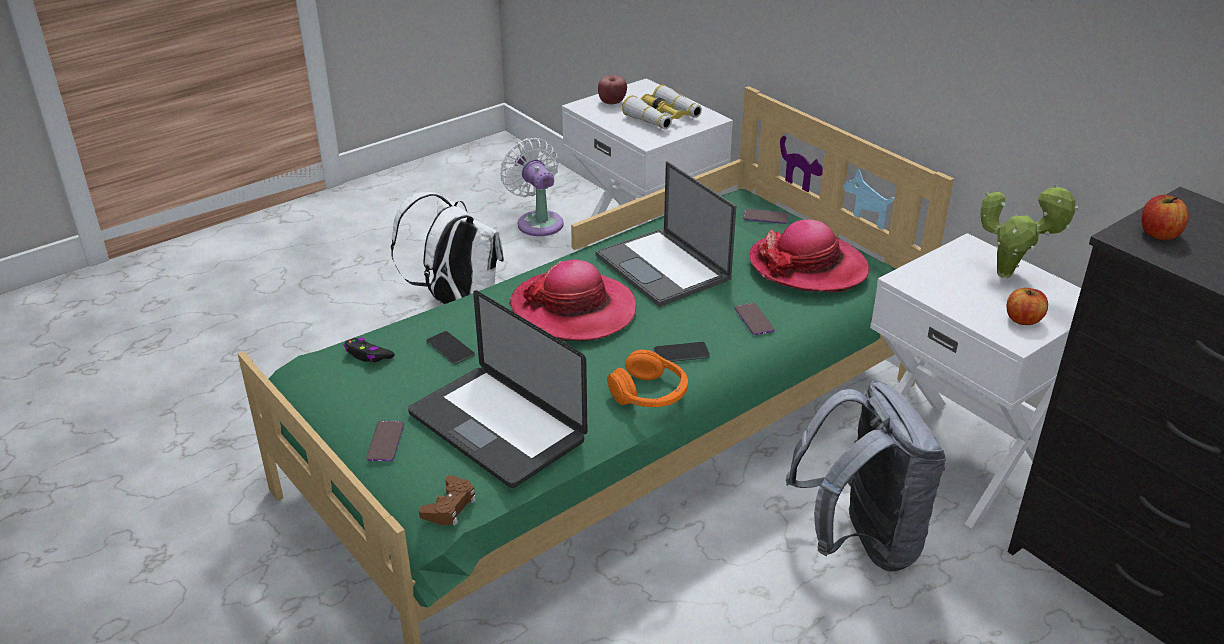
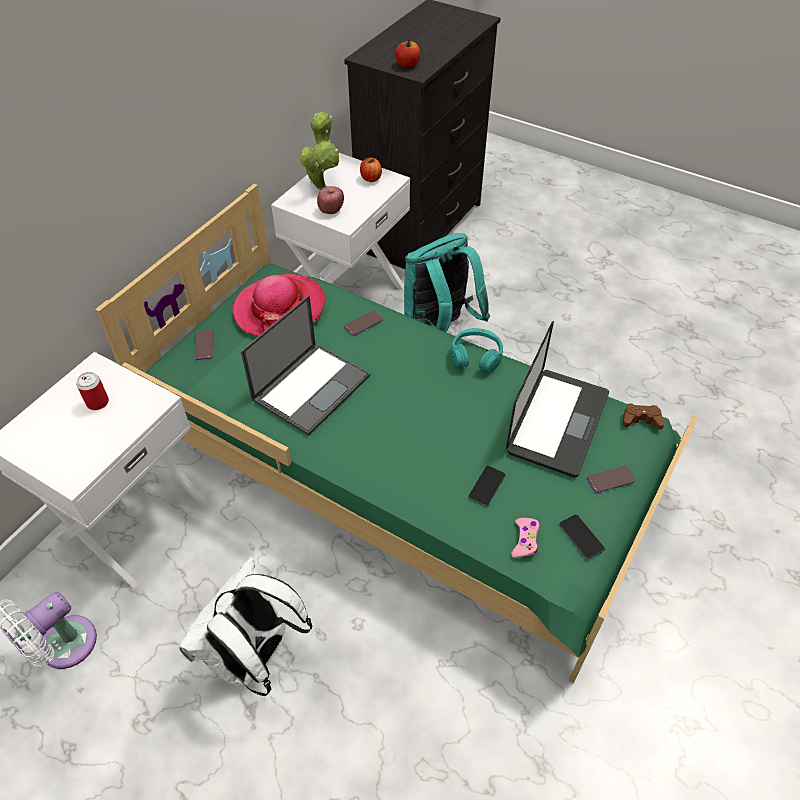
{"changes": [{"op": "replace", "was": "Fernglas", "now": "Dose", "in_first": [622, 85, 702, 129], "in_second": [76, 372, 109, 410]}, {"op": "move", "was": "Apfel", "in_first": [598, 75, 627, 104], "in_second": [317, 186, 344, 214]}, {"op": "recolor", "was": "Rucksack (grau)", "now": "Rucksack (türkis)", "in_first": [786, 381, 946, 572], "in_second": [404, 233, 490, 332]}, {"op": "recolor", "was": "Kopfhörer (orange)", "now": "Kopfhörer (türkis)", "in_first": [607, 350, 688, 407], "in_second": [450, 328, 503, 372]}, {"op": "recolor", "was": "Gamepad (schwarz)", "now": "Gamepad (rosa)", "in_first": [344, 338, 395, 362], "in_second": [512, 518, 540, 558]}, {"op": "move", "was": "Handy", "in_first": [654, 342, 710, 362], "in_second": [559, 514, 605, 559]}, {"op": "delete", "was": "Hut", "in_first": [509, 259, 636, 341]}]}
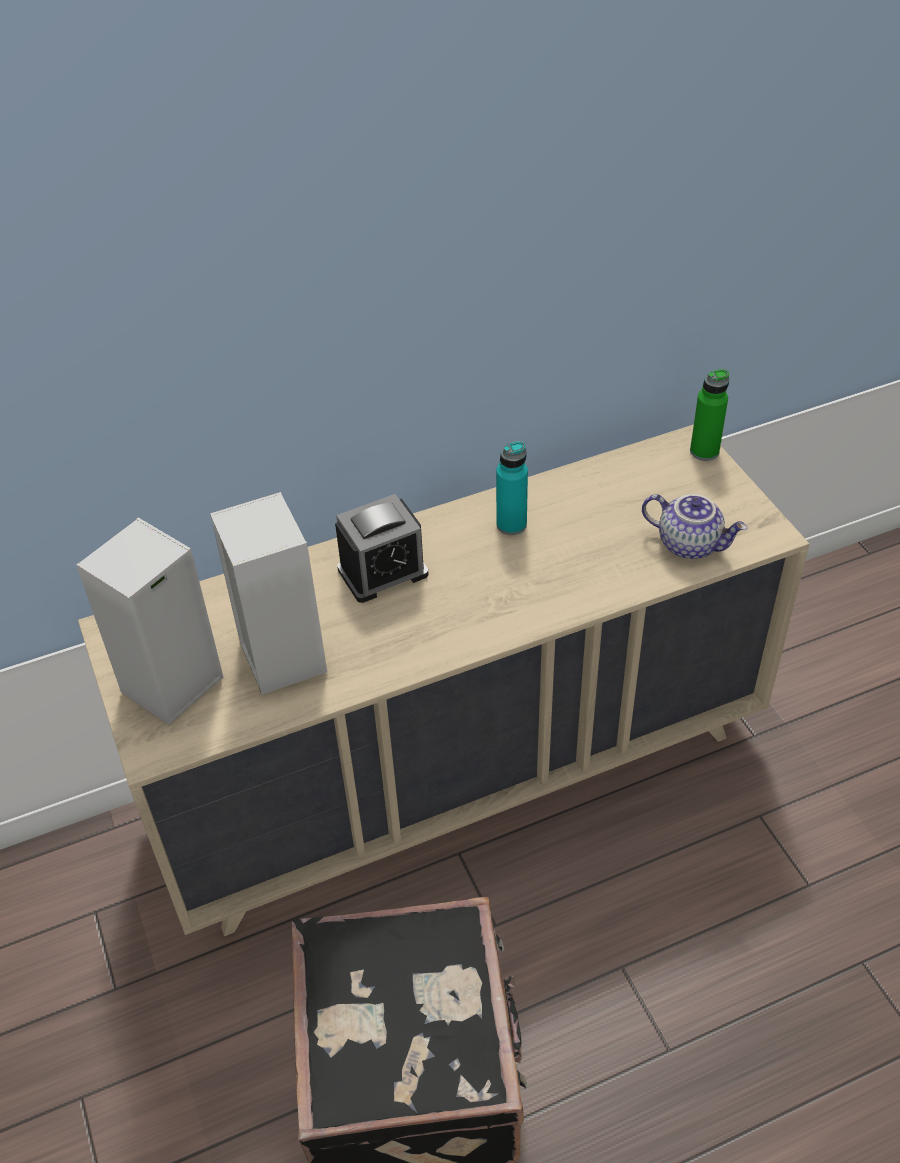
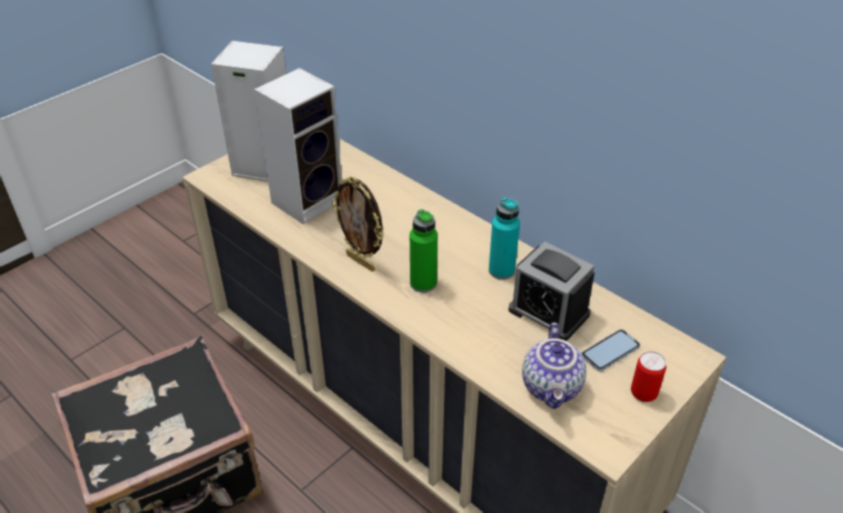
{"changes": [{"op": "insert", "now": "Bilderrahmen", "in_second": [332, 176, 384, 272]}, {"op": "move", "was": "Flasche (grün)", "in_first": [690, 369, 729, 461], "in_second": [410, 209, 438, 293]}, {"op": "move", "was": "Wecker", "in_first": [335, 494, 428, 603], "in_second": [508, 242, 595, 341]}, {"op": "insert", "now": "Handy", "in_second": [581, 329, 641, 372]}, {"op": "insert", "now": "Dose", "in_second": [631, 351, 666, 402]}]}
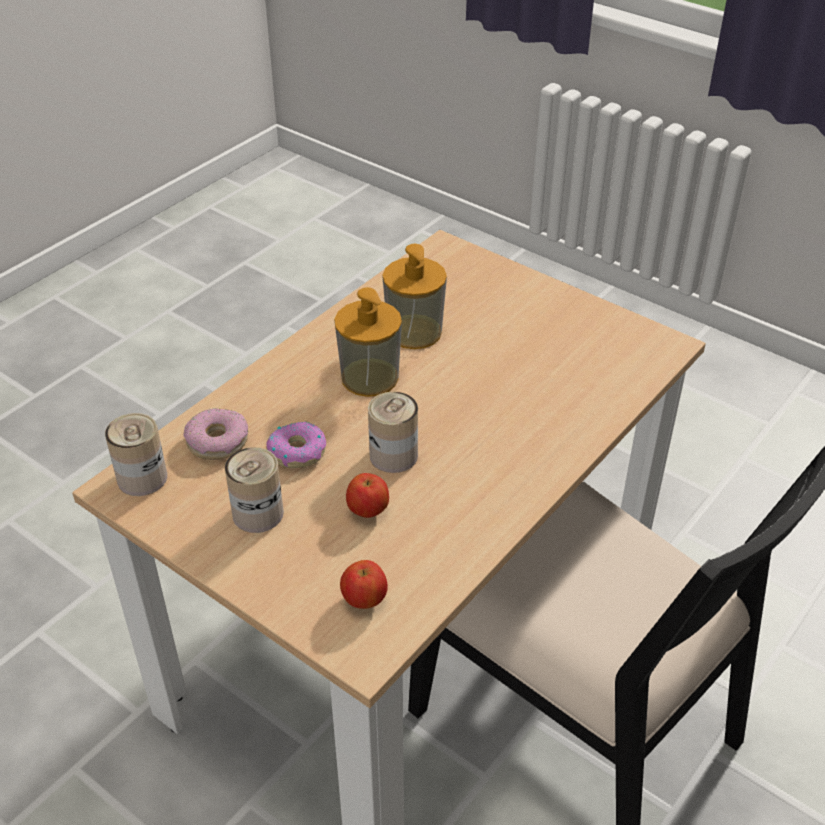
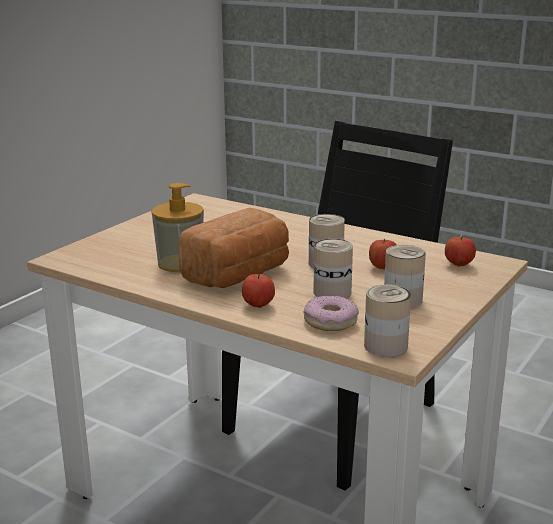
{"changes": [{"op": "replace", "was": "Seifenspender", "now": "Brot", "in_first": [334, 287, 402, 397], "in_second": [178, 208, 289, 288]}, {"op": "insert", "now": "Apfel", "in_second": [242, 274, 275, 308]}, {"op": "replace", "was": "Donut", "now": "Dose", "in_first": [266, 422, 326, 468], "in_second": [314, 239, 353, 298]}]}
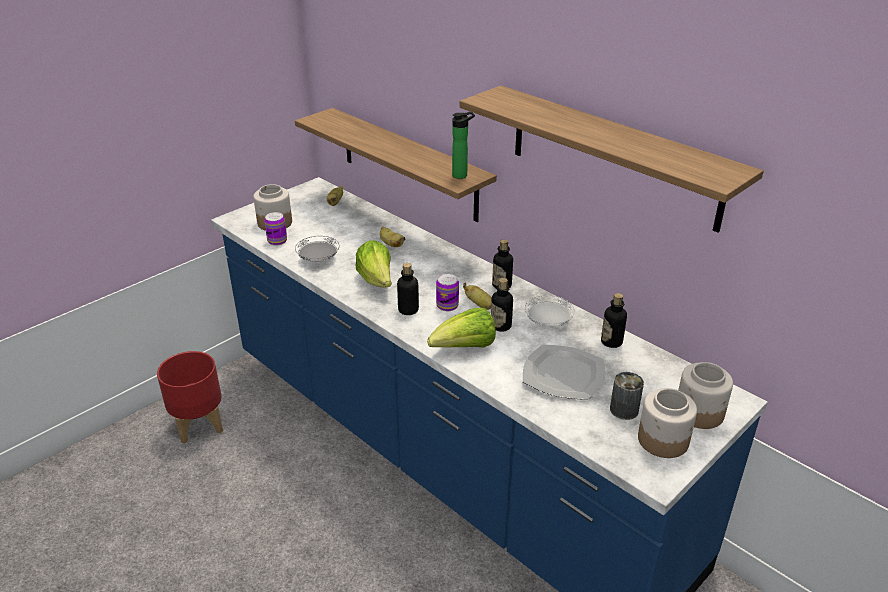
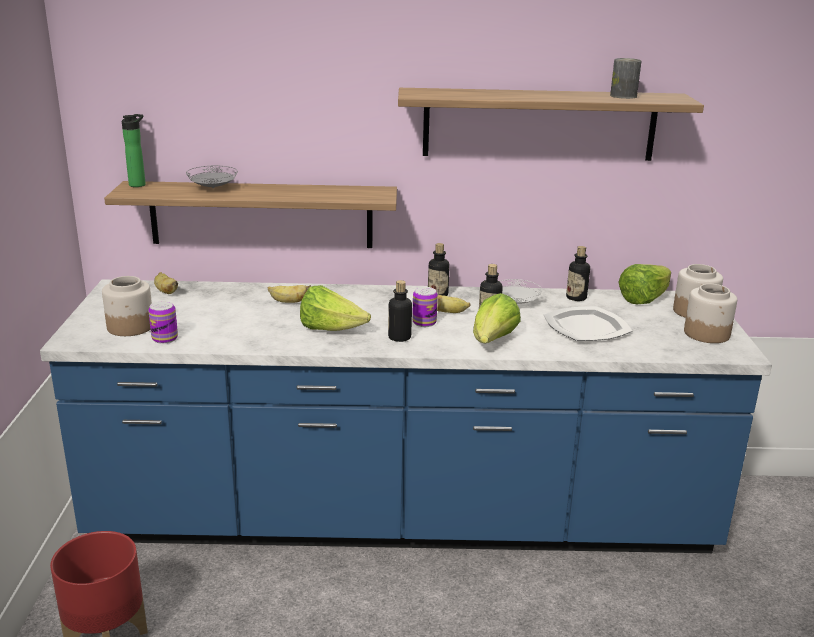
{"changes": [{"op": "move", "was": "Flasche", "in_first": [452, 112, 475, 179], "in_second": [122, 114, 146, 187]}, {"op": "move", "was": "Teller (grau)", "in_first": [295, 236, 339, 262], "in_second": [186, 166, 238, 189]}, {"op": "move", "was": "Dose", "in_first": [610, 372, 644, 420], "in_second": [610, 58, 642, 99]}, {"op": "insert", "now": "Salatkopf", "in_second": [618, 264, 671, 304]}]}
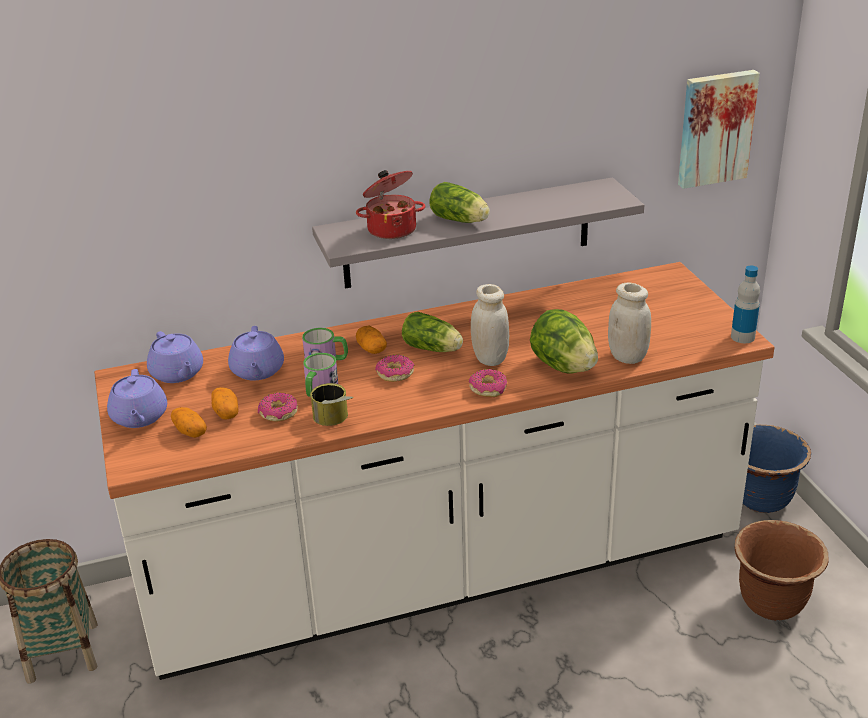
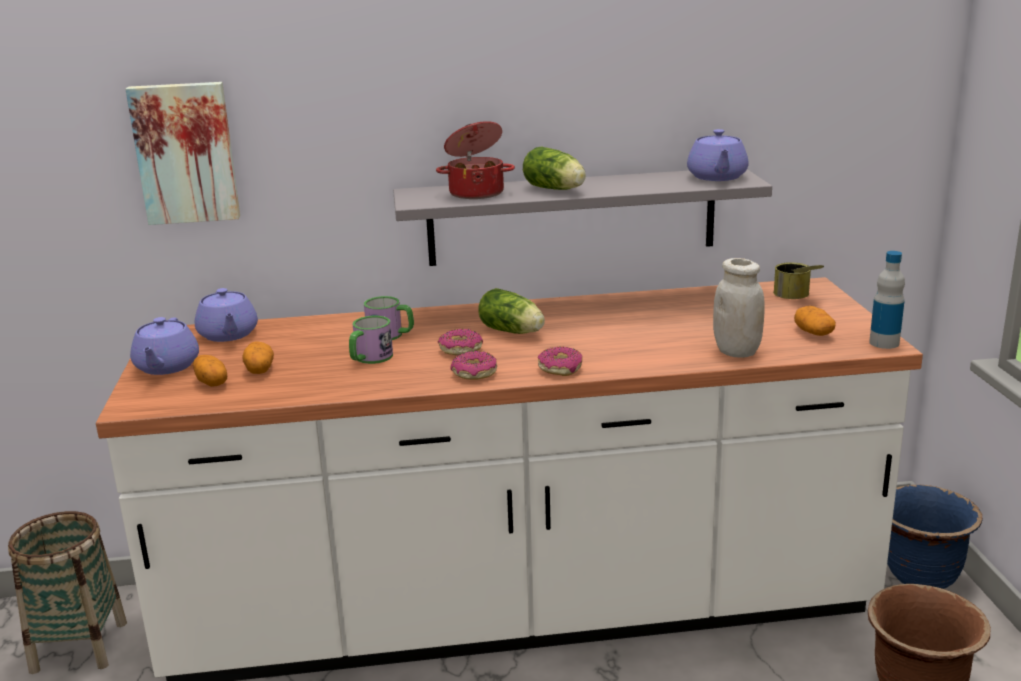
{"changes": [{"op": "move", "was": "Bild", "in_first": [678, 70, 760, 189], "in_second": [126, 82, 240, 225]}, {"op": "move", "was": "Donut", "in_first": [258, 393, 298, 422], "in_second": [451, 351, 497, 380]}, {"op": "move", "was": "Teekanne (lila)", "in_first": [228, 326, 284, 380], "in_second": [687, 129, 749, 181]}, {"op": "move", "was": "Dose", "in_first": [310, 383, 354, 426], "in_second": [773, 262, 824, 299]}, {"op": "move", "was": "Kartoffel", "in_first": [356, 326, 387, 354], "in_second": [794, 306, 836, 336]}, {"op": "delete", "was": "Vorratsglas (weiß)", "in_first": [471, 284, 509, 366]}, {"op": "delete", "was": "Salatkopf", "in_first": [530, 309, 598, 374]}]}
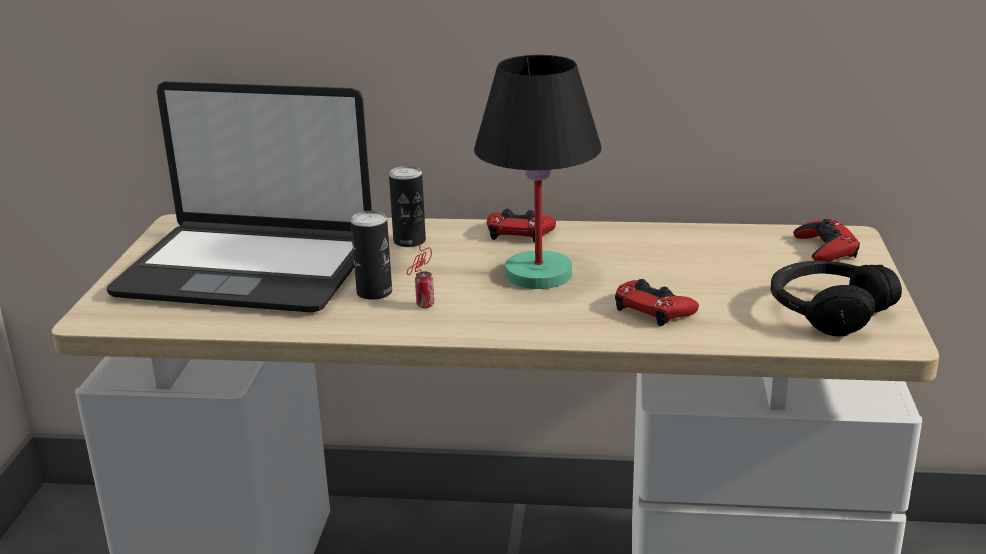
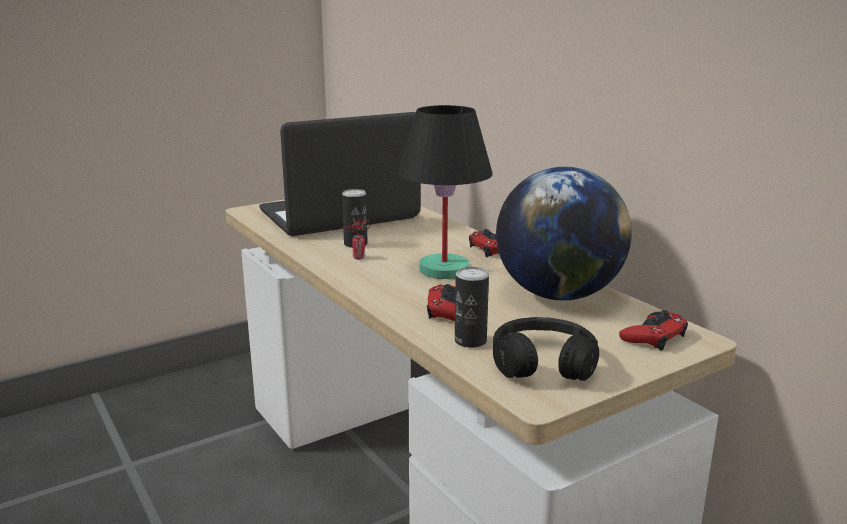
{"changes": [{"op": "rotate", "was": "Laptop", "in_first": [107, 81, 372, 313], "in_second": [259, 112, 421, 236], "clockwise": 90}, {"op": "move", "was": "Dose", "in_first": [389, 166, 426, 247], "in_second": [455, 267, 489, 348]}, {"op": "insert", "now": "Globus", "in_second": [496, 167, 632, 301]}]}
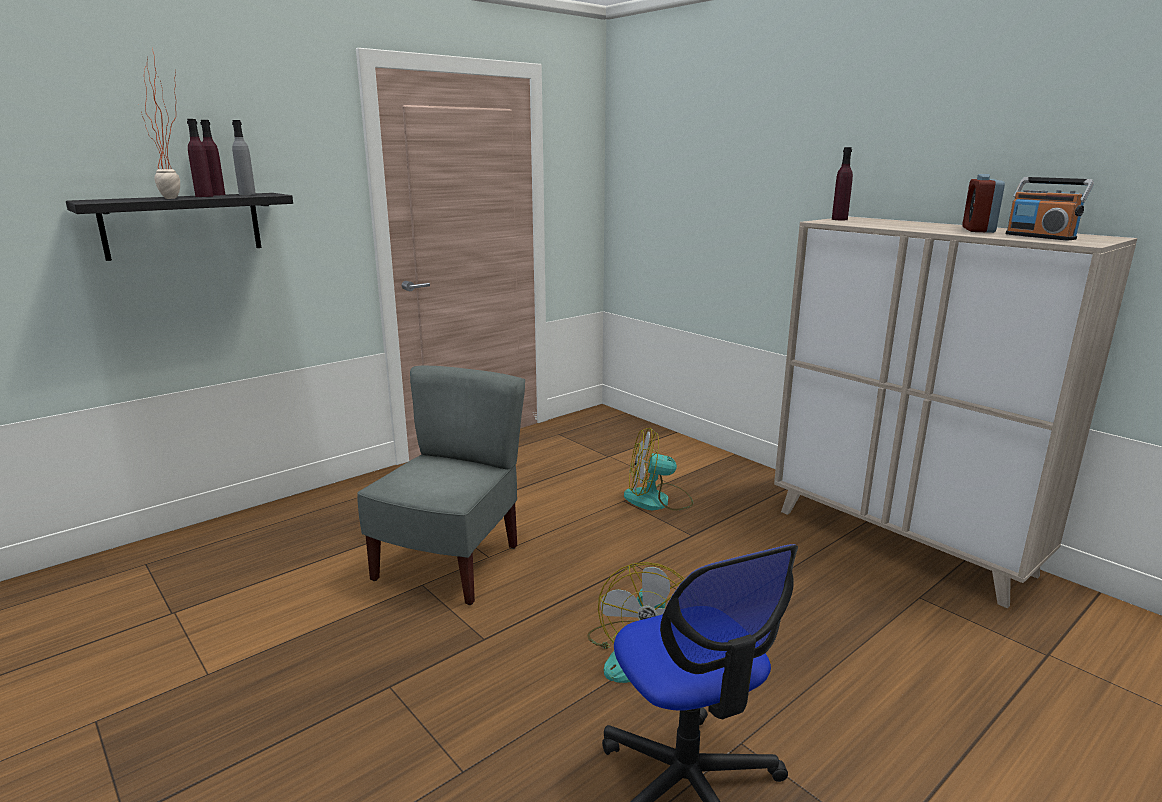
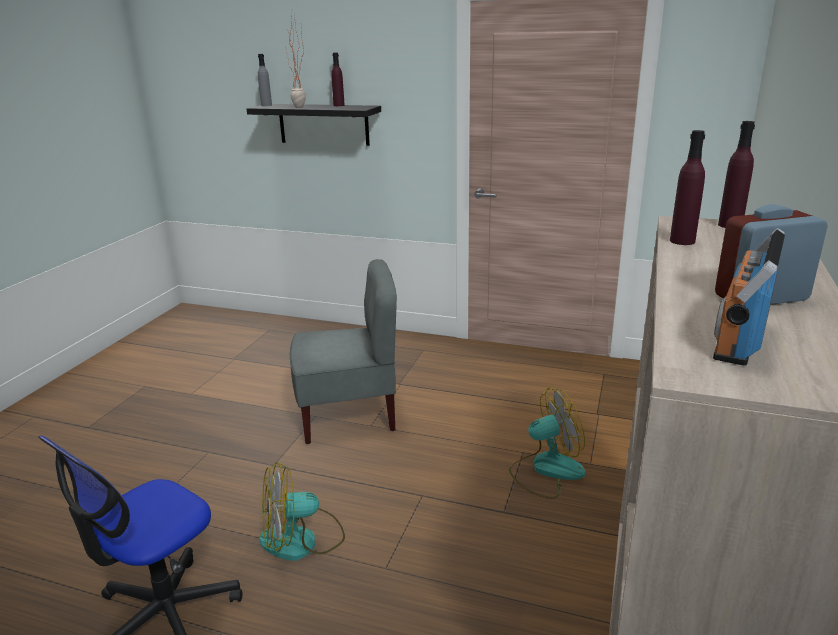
{"changes": [{"op": "move", "was": "Flasche (grau)", "in_first": [232, 120, 256, 195], "in_second": [258, 54, 272, 106]}, {"op": "rotate", "was": "Ventilator", "in_first": [624, 428, 693, 511], "in_second": [509, 387, 586, 499], "clockwise": 105}, {"op": "move", "was": "Flasche (lila)", "in_first": [187, 119, 213, 197], "in_second": [670, 130, 705, 245]}]}
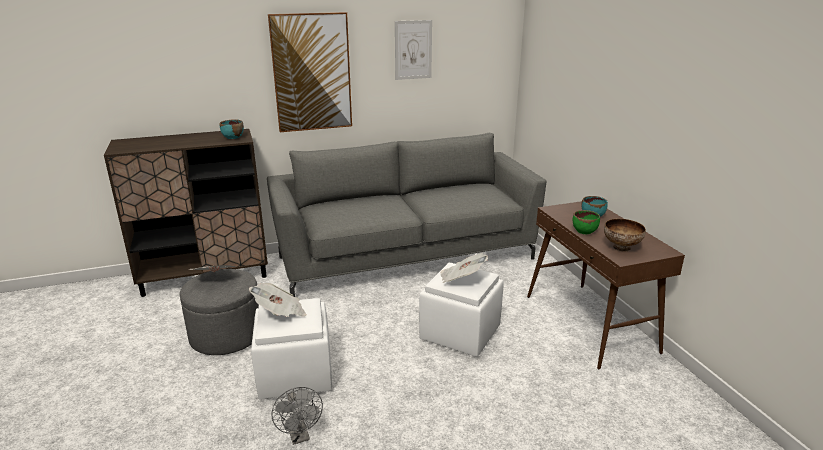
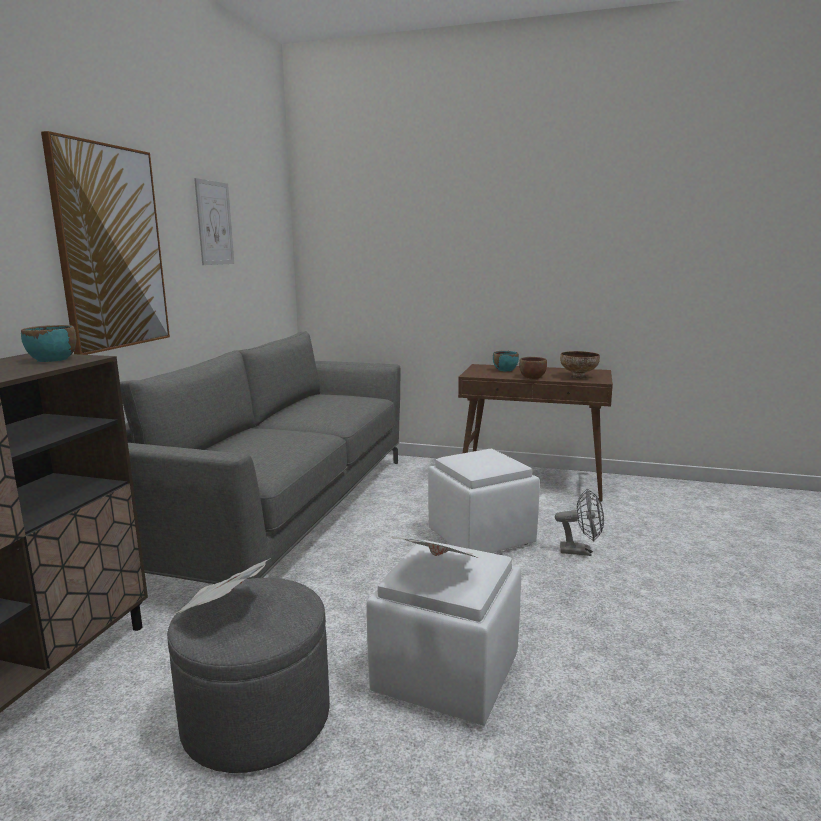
{"changes": [{"op": "recolor", "was": "Schüssel (grün)", "now": "Schüssel (braun)", "in_first": [573, 210, 600, 234], "in_second": [519, 357, 547, 379]}, {"op": "move", "was": "Ventilator (grau)", "in_first": [272, 387, 323, 445], "in_second": [555, 489, 604, 556]}, {"op": "delete", "was": "Zeitung", "in_first": [440, 253, 488, 283]}]}
